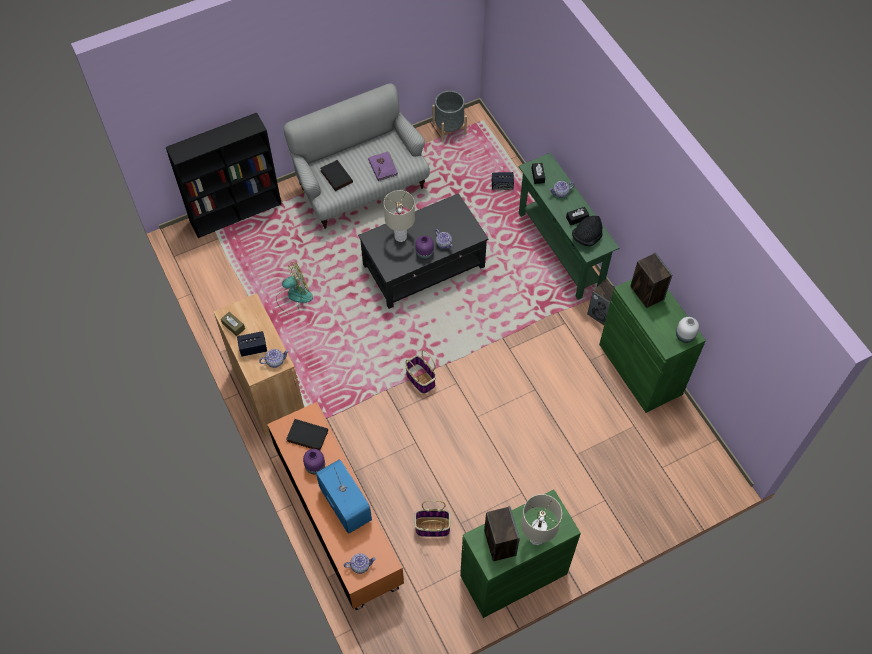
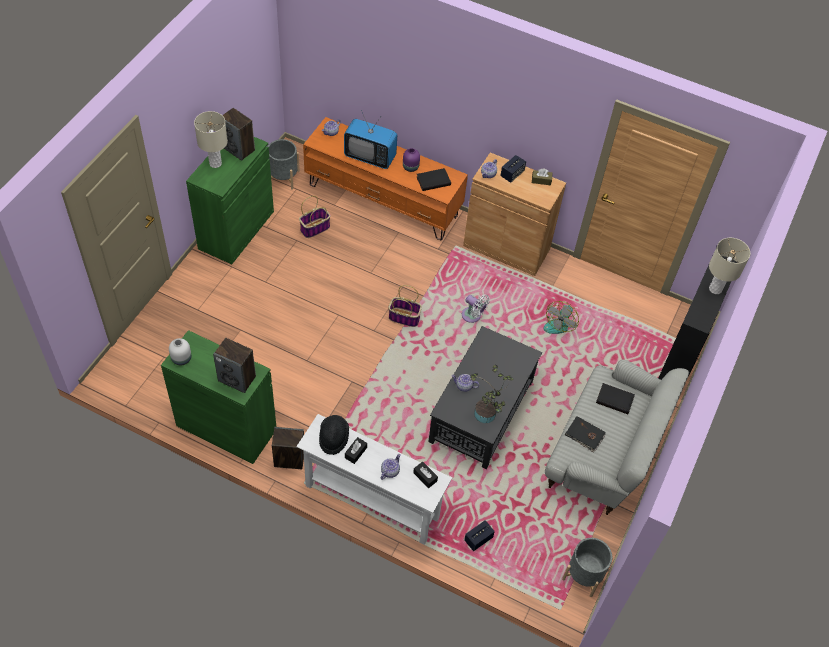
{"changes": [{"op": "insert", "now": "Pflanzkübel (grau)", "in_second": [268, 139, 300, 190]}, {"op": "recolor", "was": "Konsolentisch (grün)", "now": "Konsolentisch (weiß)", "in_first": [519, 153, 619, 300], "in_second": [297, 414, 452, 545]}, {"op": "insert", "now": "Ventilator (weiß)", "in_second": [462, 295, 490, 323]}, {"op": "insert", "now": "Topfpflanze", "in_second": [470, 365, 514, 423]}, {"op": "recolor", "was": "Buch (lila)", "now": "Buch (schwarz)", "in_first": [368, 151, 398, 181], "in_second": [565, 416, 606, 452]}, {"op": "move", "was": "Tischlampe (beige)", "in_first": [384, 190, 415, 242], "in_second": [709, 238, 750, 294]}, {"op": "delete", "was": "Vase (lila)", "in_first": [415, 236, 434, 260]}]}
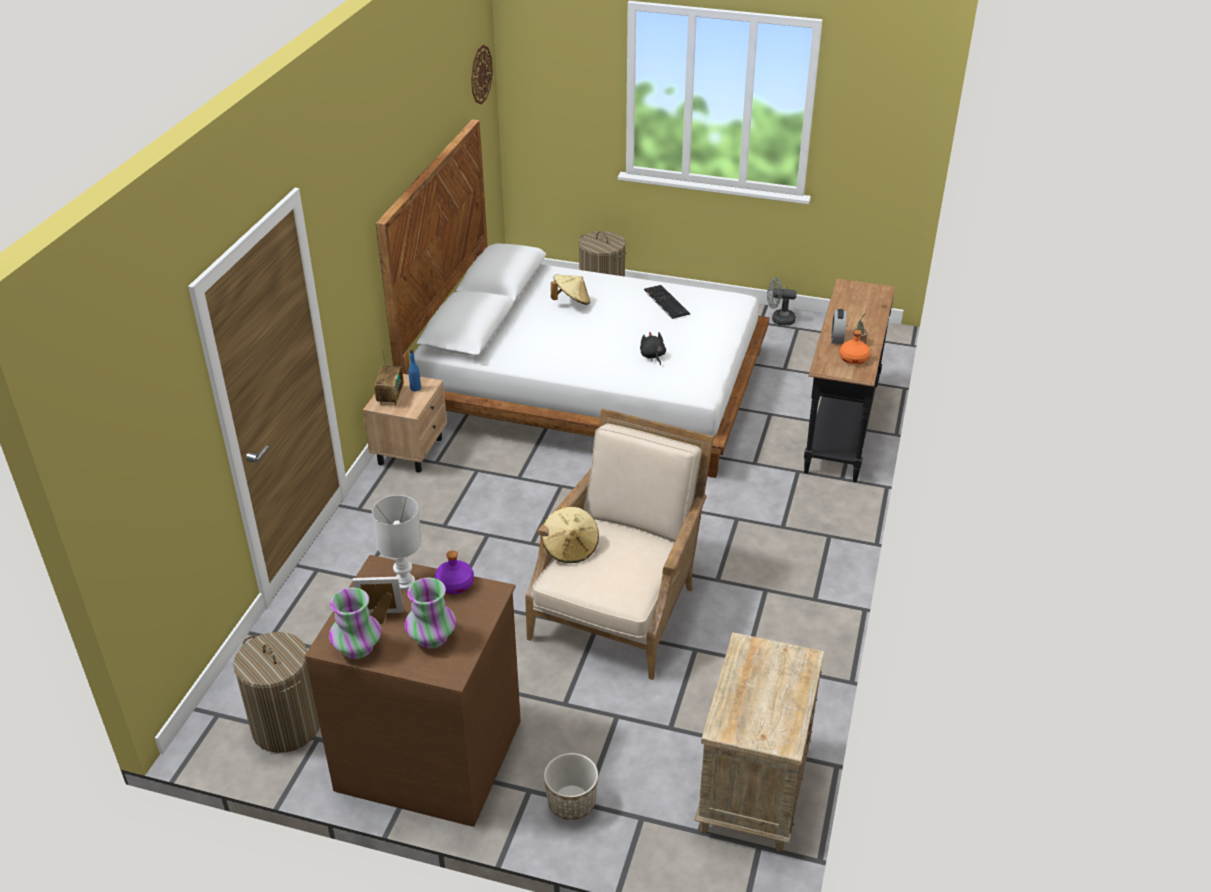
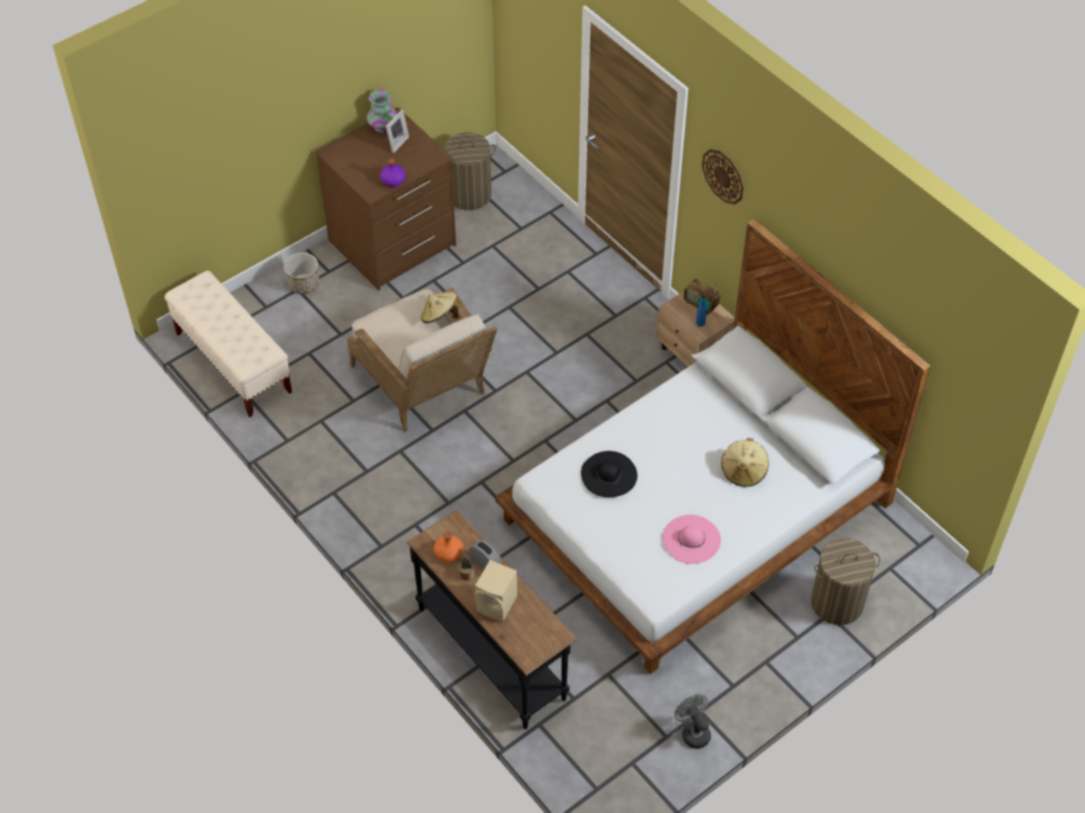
{"changes": [{"op": "replace", "was": "Nachttisch (beige)", "now": "Bank (beige)", "in_first": [694, 632, 824, 851], "in_second": [165, 271, 292, 417]}, {"op": "insert", "now": "Lautsprecher (beige)", "in_second": [474, 560, 517, 621]}, {"op": "replace", "was": "Plüschtier (schwarz)", "now": "Hut (schwarz)", "in_first": [640, 332, 666, 366], "in_second": [581, 451, 637, 497]}, {"op": "replace", "was": "Tastatur", "now": "Hut (rosa)", "in_first": [644, 285, 690, 319], "in_second": [662, 515, 721, 564]}, {"op": "rotate", "was": "Ventilator (grau)", "in_first": [767, 277, 797, 326], "in_second": [675, 694, 711, 749], "clockwise": -75}, {"op": "move", "was": "Wanduhr", "in_first": [471, 45, 493, 104], "in_second": [702, 149, 744, 204]}, {"op": "delete", "was": "Tischlampe (weiß)", "in_first": [372, 495, 422, 590]}, {"op": "delete", "was": "Vase", "in_first": [405, 578, 456, 648]}]}
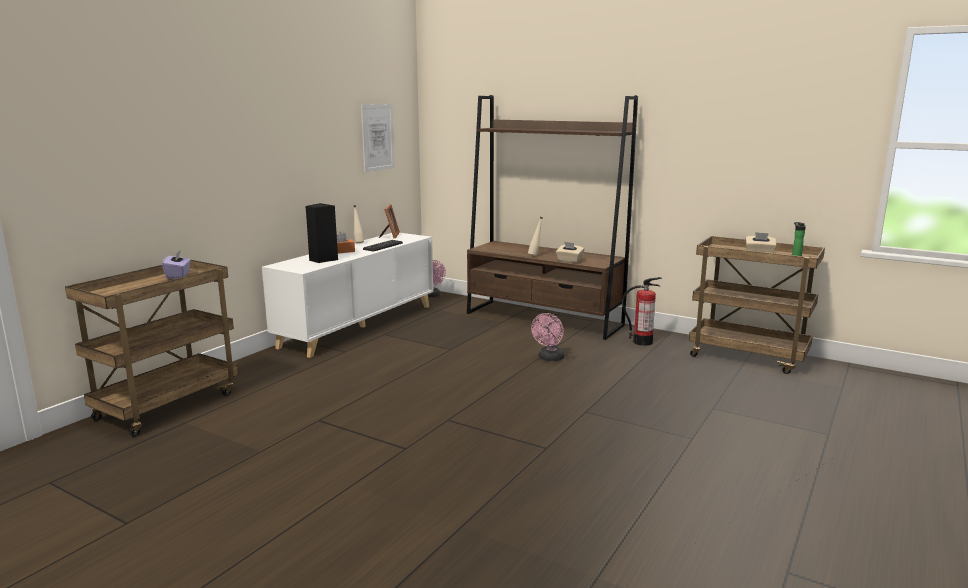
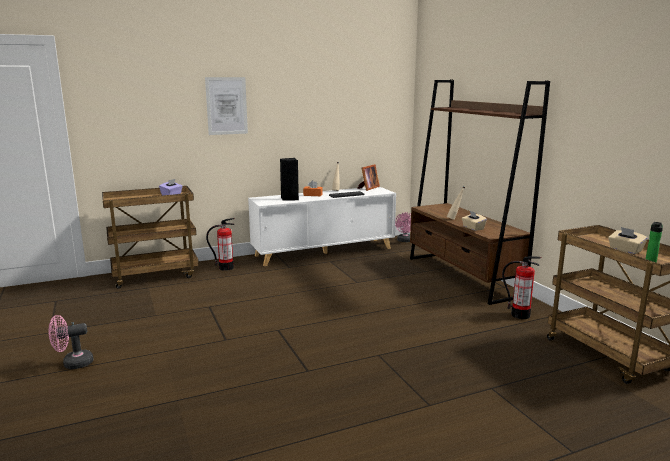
{"changes": [{"op": "move", "was": "Ventilator (rosa)", "in_first": [531, 313, 564, 361], "in_second": [48, 315, 93, 369]}, {"op": "move", "was": "Bild", "in_first": [361, 104, 395, 172], "in_second": [205, 77, 248, 135]}, {"op": "insert", "now": "Feuerlöscher", "in_second": [206, 218, 234, 271]}]}
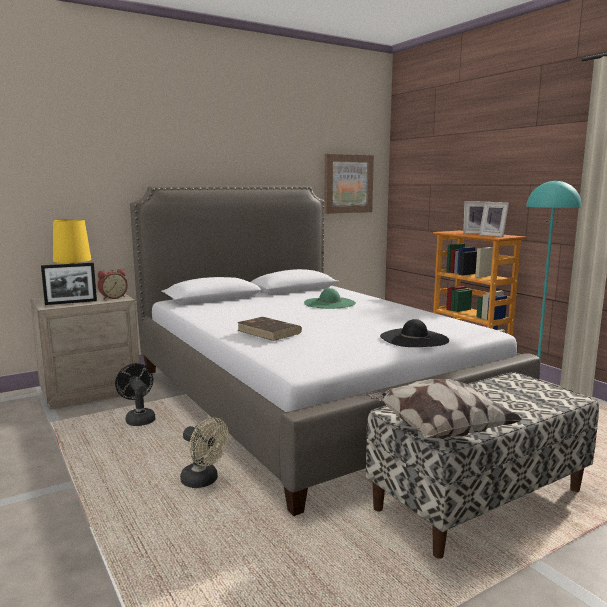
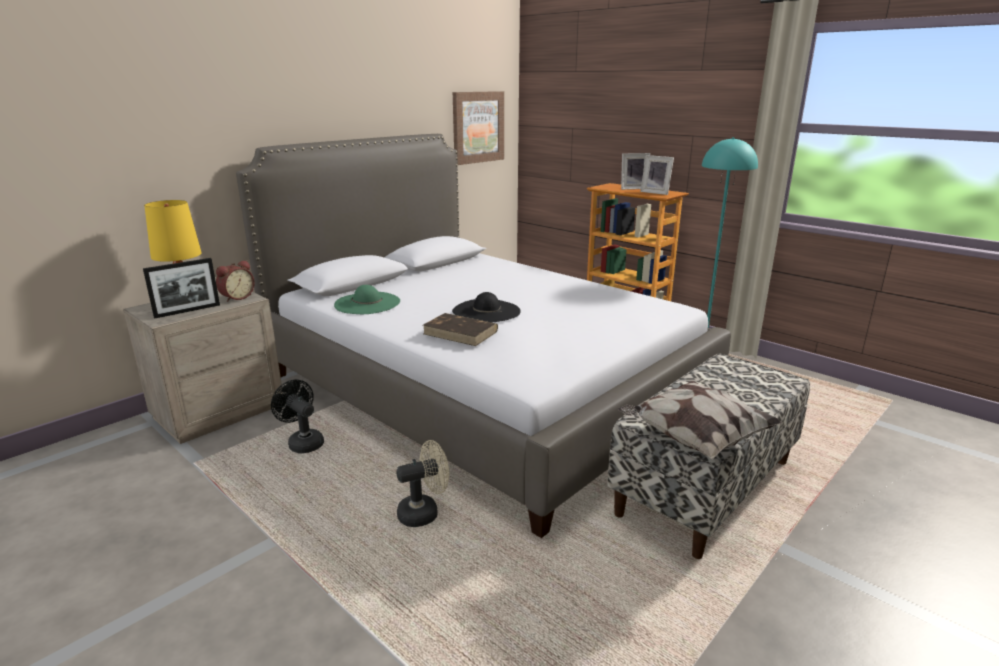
{"changes": [{"op": "move", "was": "Hut (grün)", "in_first": [304, 288, 356, 309], "in_second": [334, 285, 400, 314]}, {"op": "rotate", "was": "Ventilator (beige)", "in_first": [180, 417, 229, 488], "in_second": [396, 440, 449, 527], "clockwise": -45}, {"op": "move", "was": "Hut (schwarz)", "in_first": [380, 319, 449, 347], "in_second": [452, 292, 521, 323]}]}
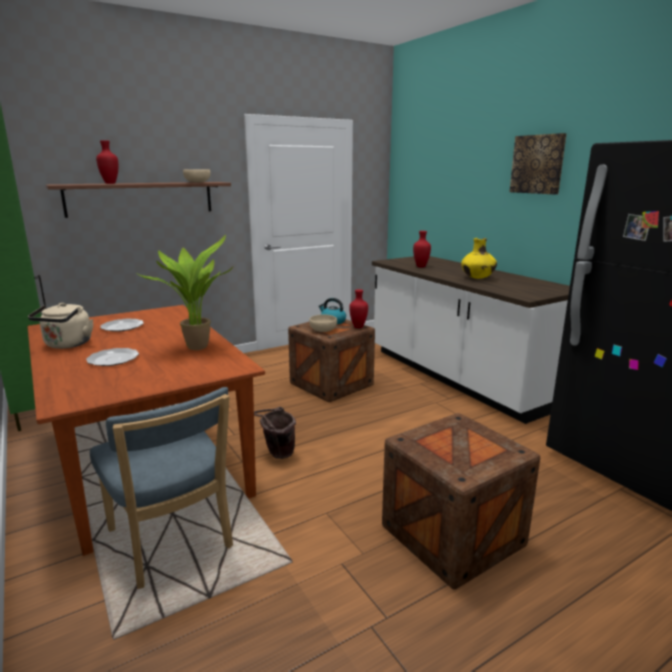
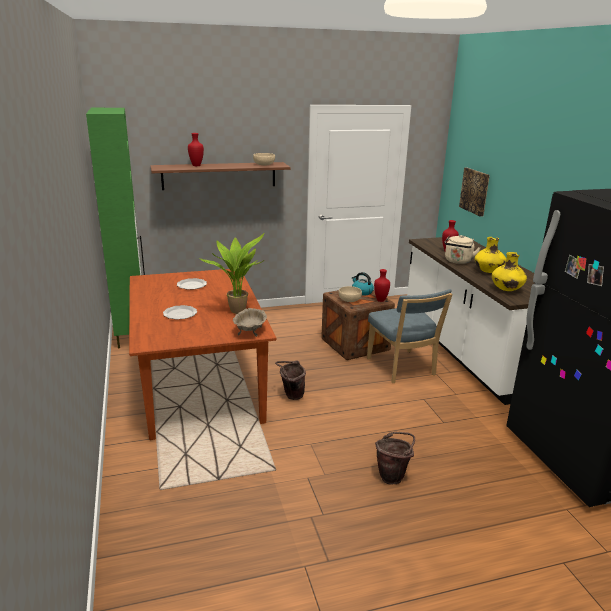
{"changes": [{"op": "insert", "now": "Schüssel (beige)", "in_second": [233, 308, 267, 337]}, {"op": "move", "was": "Stuhl (blau)", "in_first": [90, 387, 233, 589], "in_second": [367, 289, 453, 383]}, {"op": "replace", "was": "Kiste", "now": "Eimer (braun)", "in_first": [382, 413, 540, 589], "in_second": [375, 432, 415, 485]}, {"op": "move", "was": "Wasserkessel (beige)", "in_first": [28, 303, 94, 349], "in_second": [444, 235, 481, 264]}, {"op": "move", "was": "Bild", "in_first": [510, 133, 567, 195], "in_second": [459, 168, 490, 217]}, {"op": "insert", "now": "Vase (gelb)", "in_second": [492, 252, 527, 291]}]}
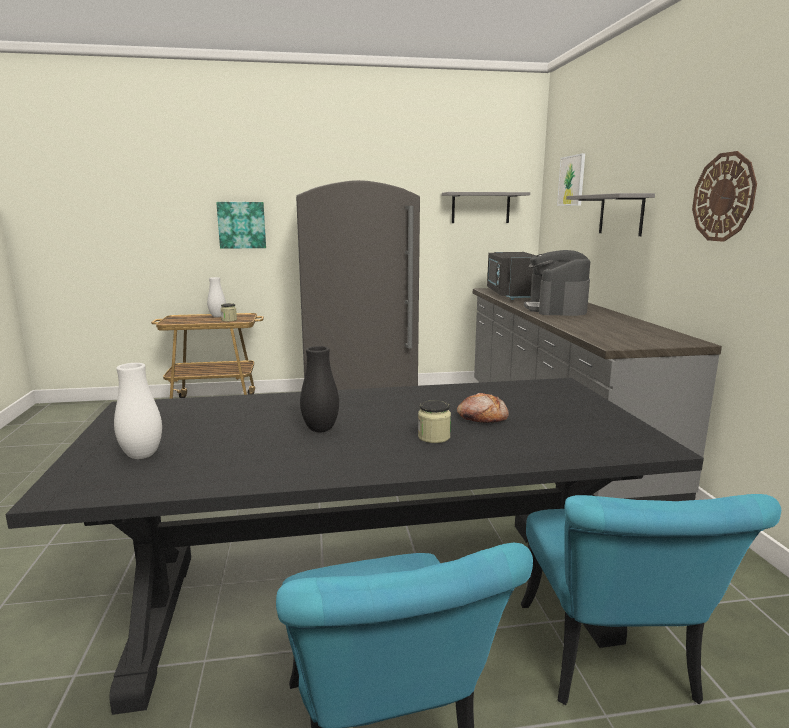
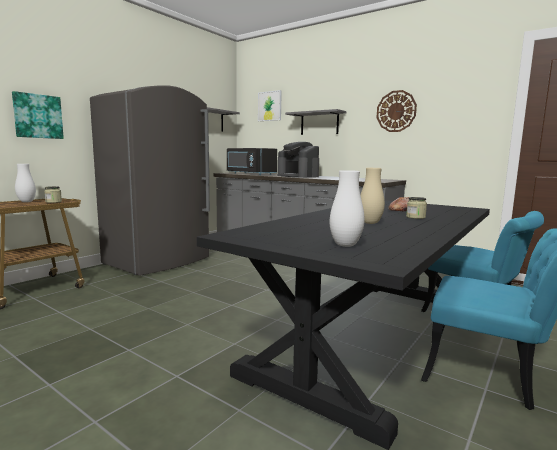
{"changes": [{"op": "recolor", "was": "Vase (schwarz)", "now": "Vase (beige)", "in_first": [300, 346, 339, 432], "in_second": [360, 168, 385, 224]}]}
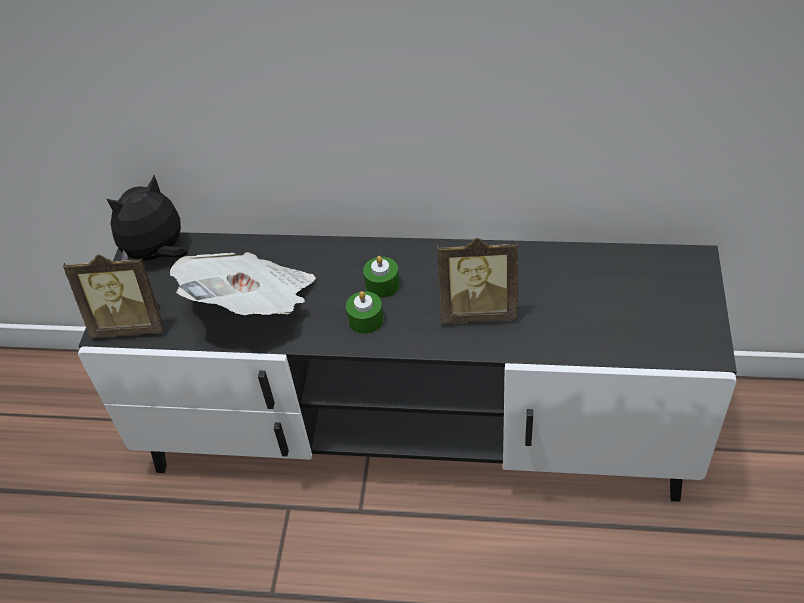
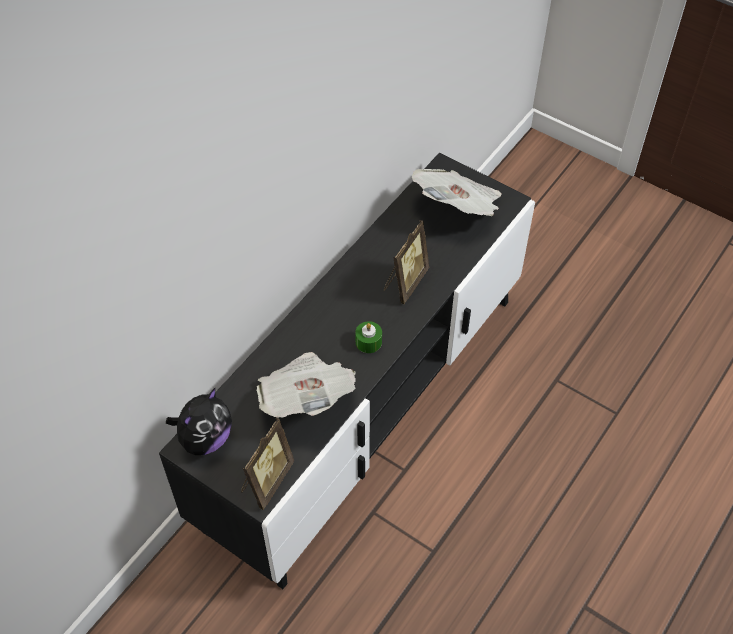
{"changes": [{"op": "rotate", "was": "Plüschtier", "in_first": [107, 175, 189, 261], "in_second": [166, 388, 232, 455], "clockwise": -135}, {"op": "insert", "now": "Zeitung", "in_second": [412, 169, 502, 216]}, {"op": "delete", "was": "Kerze (grün)", "in_first": [363, 256, 400, 298]}]}
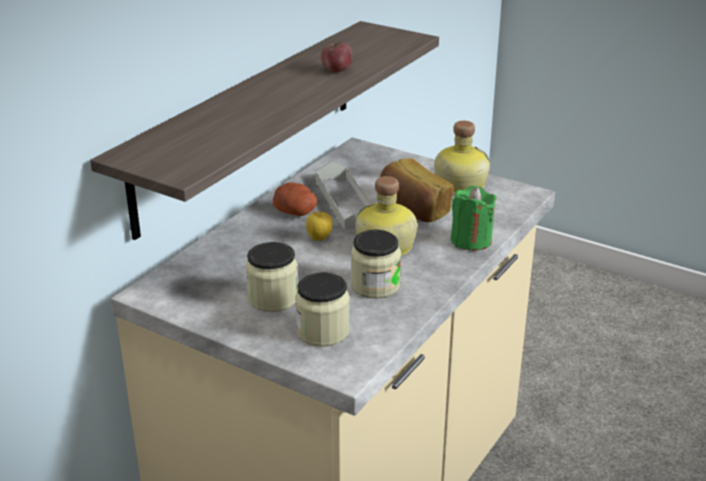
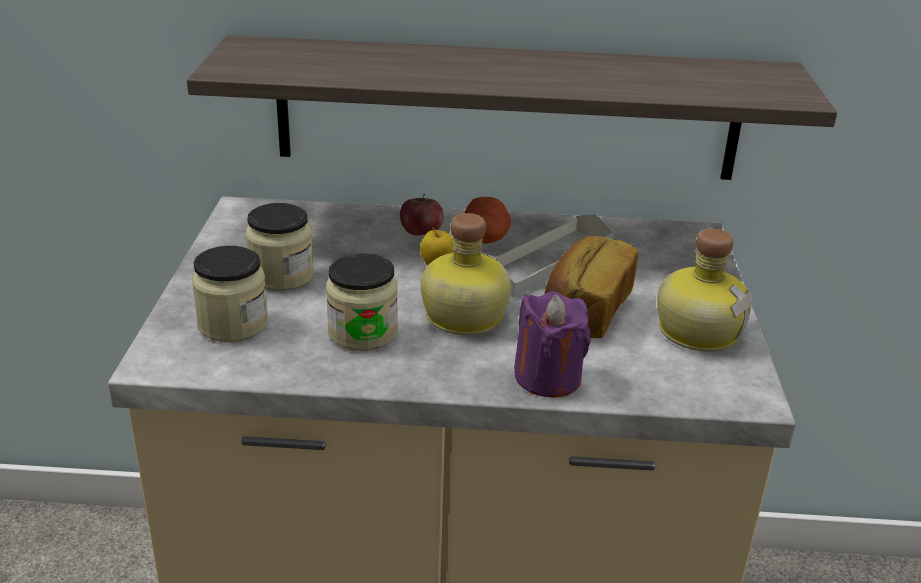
{"changes": [{"op": "move", "was": "Apfel", "in_first": [321, 39, 352, 72], "in_second": [400, 193, 443, 236]}, {"op": "recolor", "was": "Kerze (grün)", "now": "Kerze (lila)", "in_first": [450, 185, 497, 251], "in_second": [514, 291, 591, 397]}]}
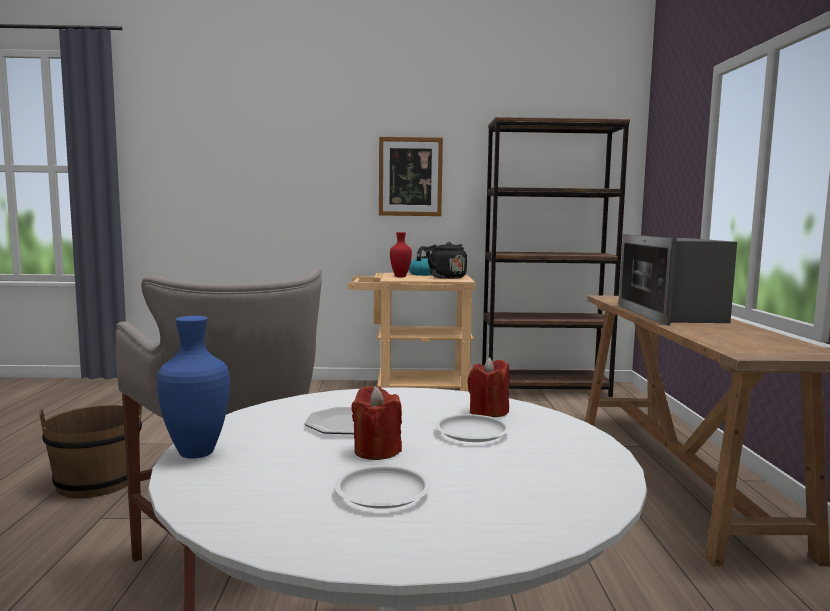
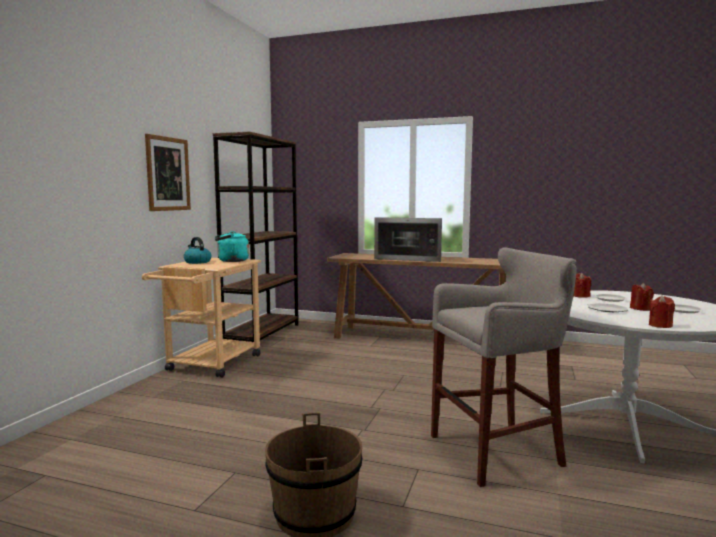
{"changes": [{"op": "recolor", "was": "Wasserkessel (schwarz)", "now": "Wasserkessel (türkis)", "in_first": [424, 242, 467, 279], "in_second": [215, 231, 249, 262]}, {"op": "replace", "was": "Vase (blau)", "now": "Kerze (rot)", "in_first": [157, 316, 230, 459], "in_second": [649, 295, 675, 328]}, {"op": "delete", "was": "Vase (rot)", "in_first": [390, 232, 412, 277]}]}
